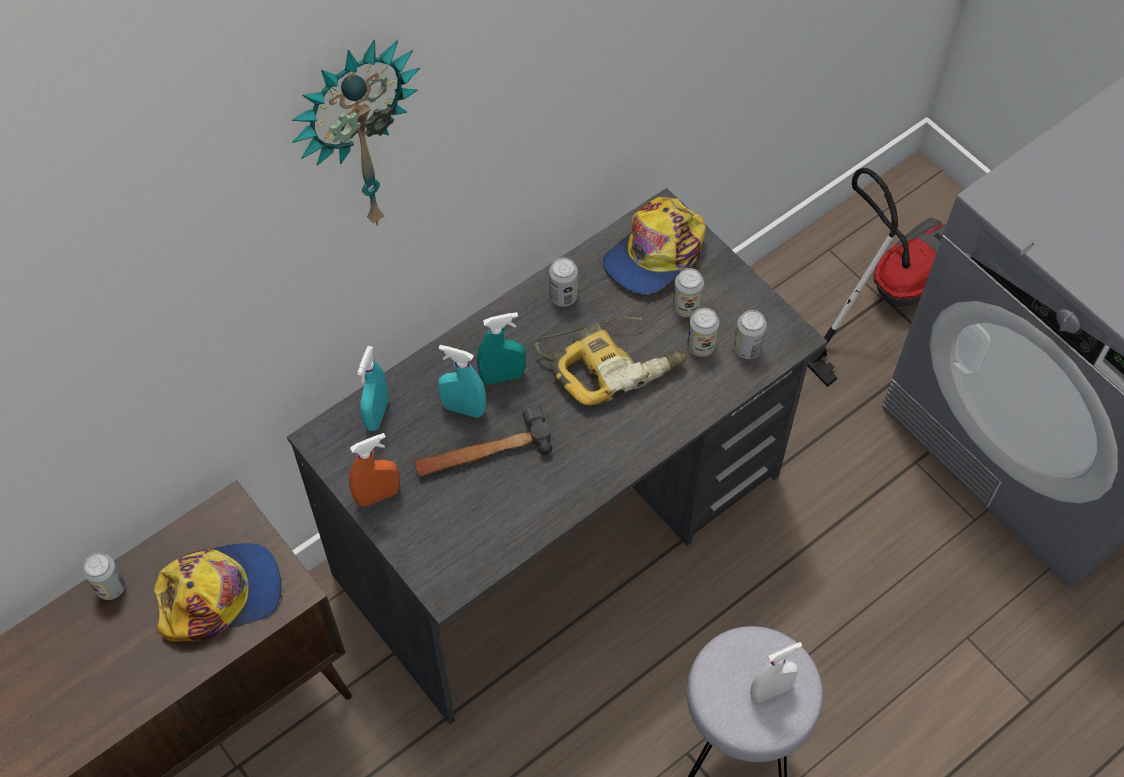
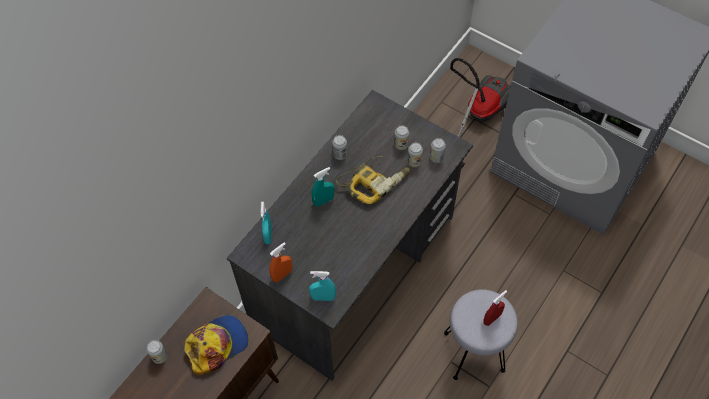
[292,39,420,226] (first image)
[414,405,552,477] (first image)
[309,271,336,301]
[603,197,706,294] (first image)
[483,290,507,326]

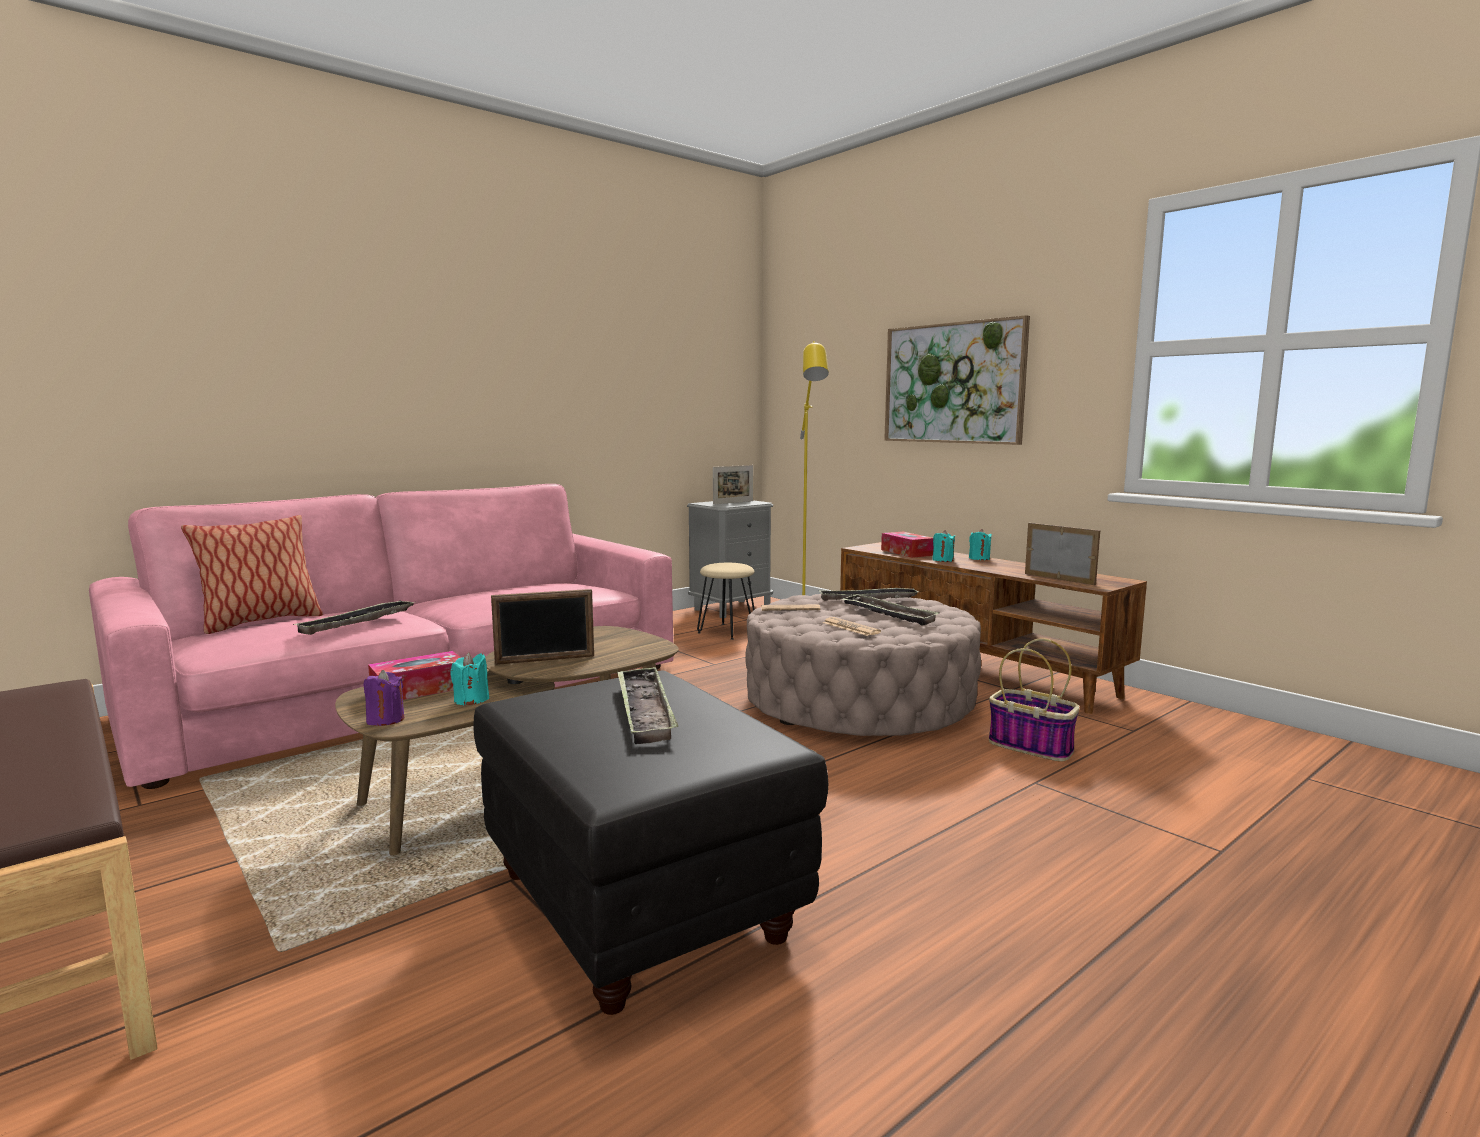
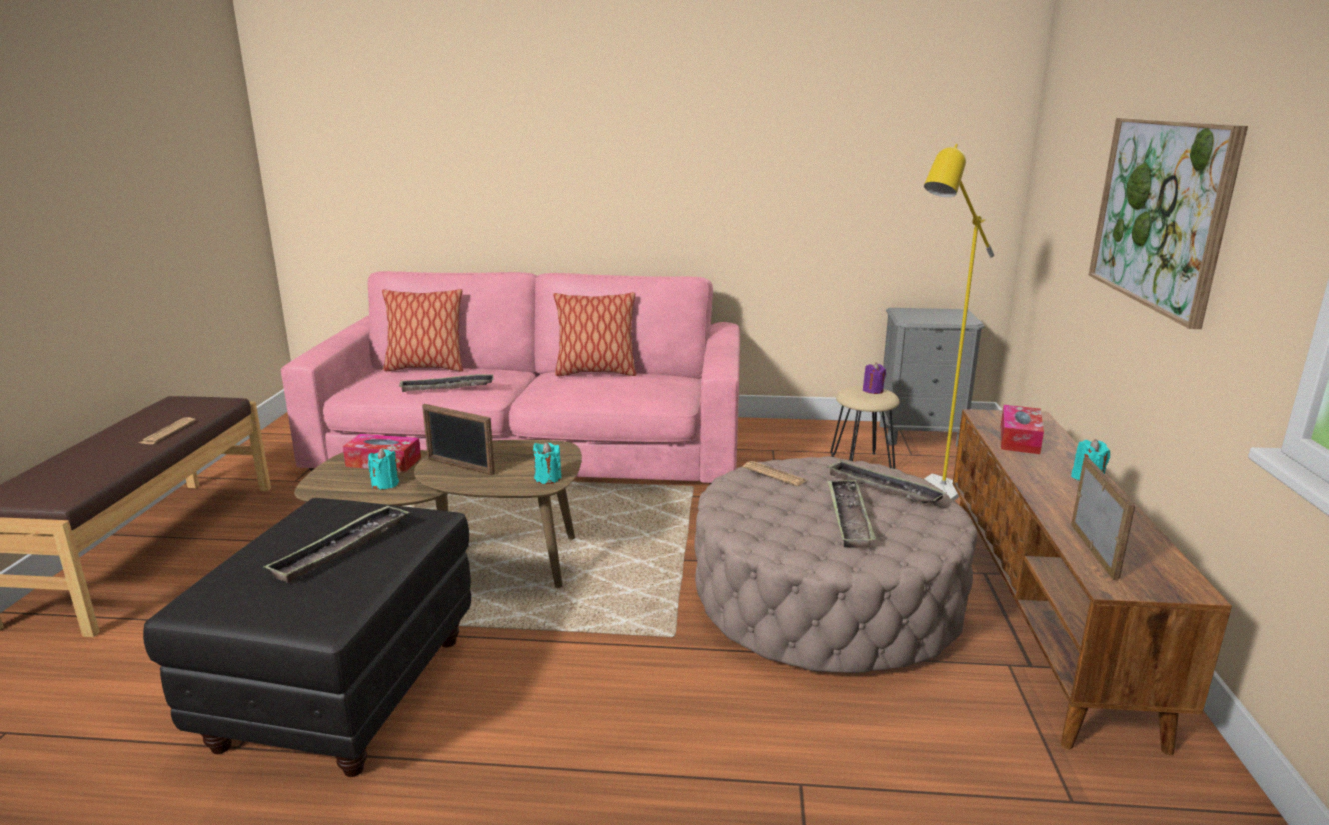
[863,363,886,394]
[713,465,753,505] (first image)
[139,417,196,444]
[533,442,561,484]
[989,638,1080,762] (first image)
[553,292,636,376]

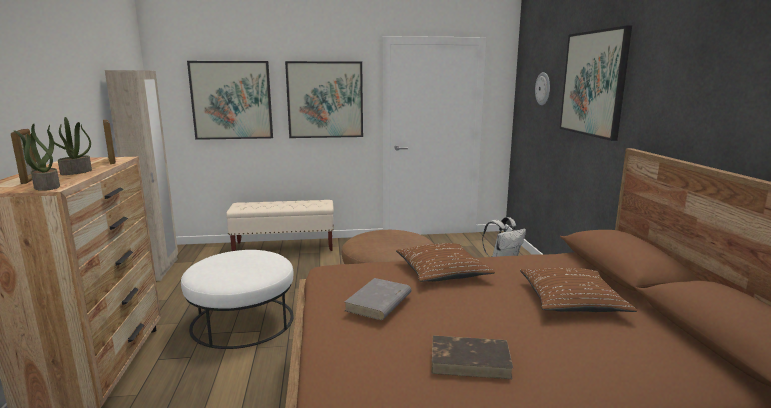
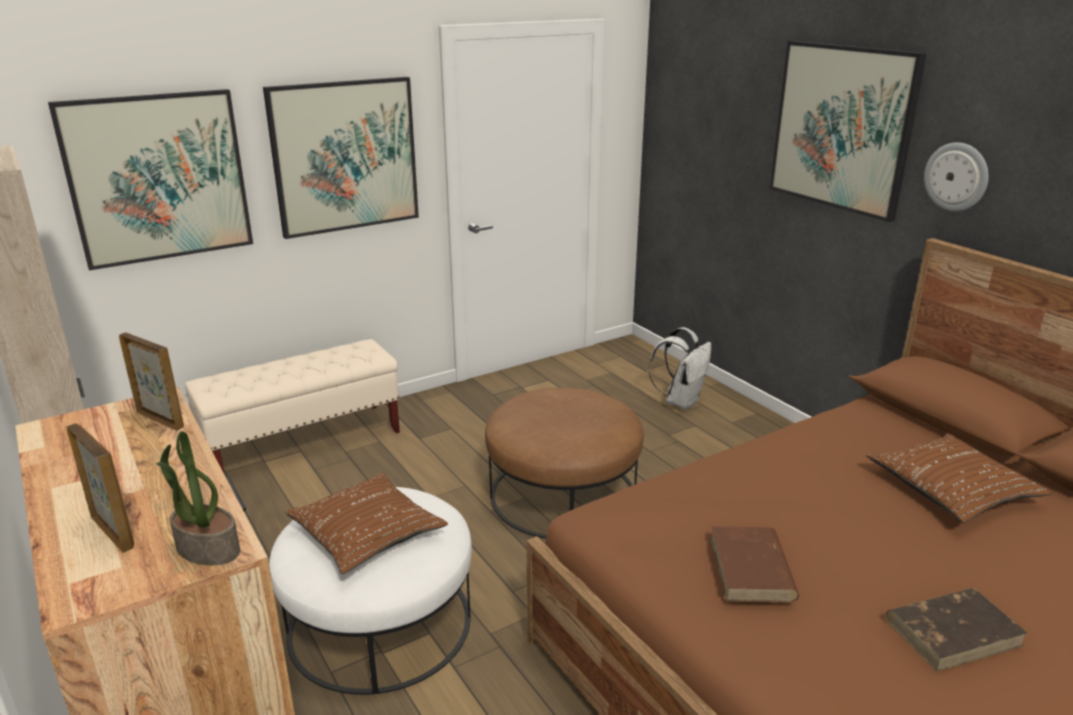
[48,117,92,175] (first image)
[710,526,799,603]
[285,472,448,574]
[924,142,989,211]

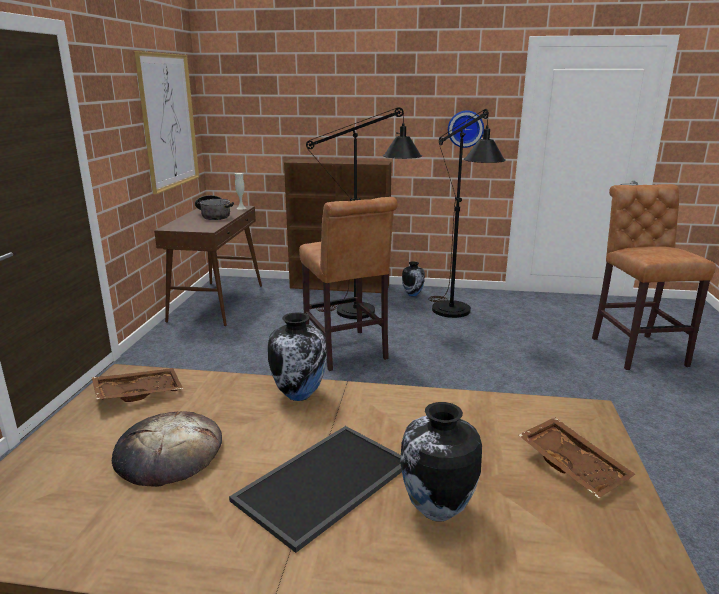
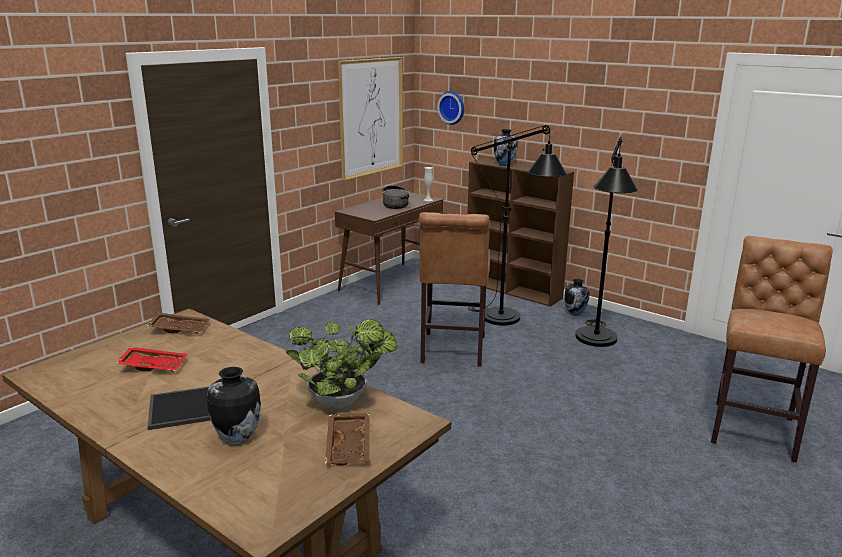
[116,347,187,372]
[494,129,518,166]
[437,91,464,125]
[284,319,398,410]

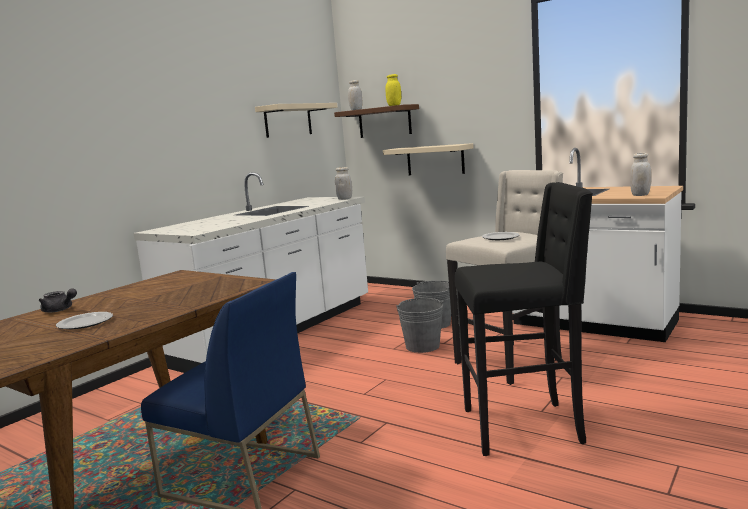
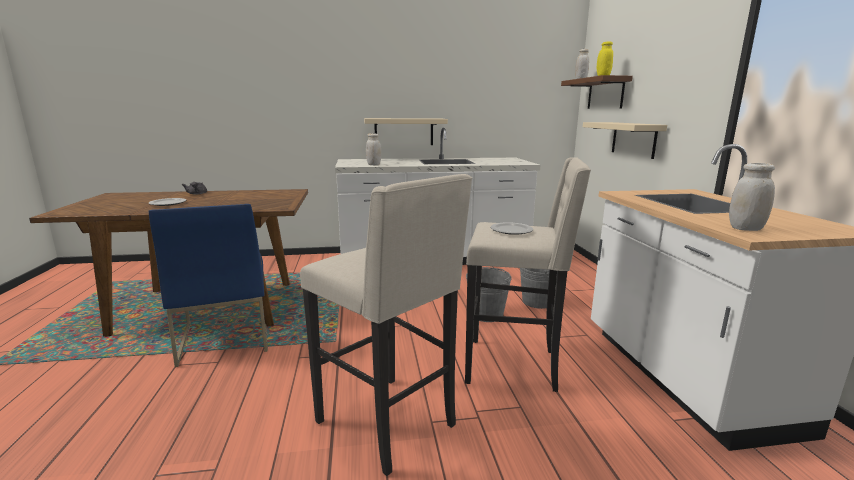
[364,118,448,145]
[366,133,381,165]
[300,174,472,476]

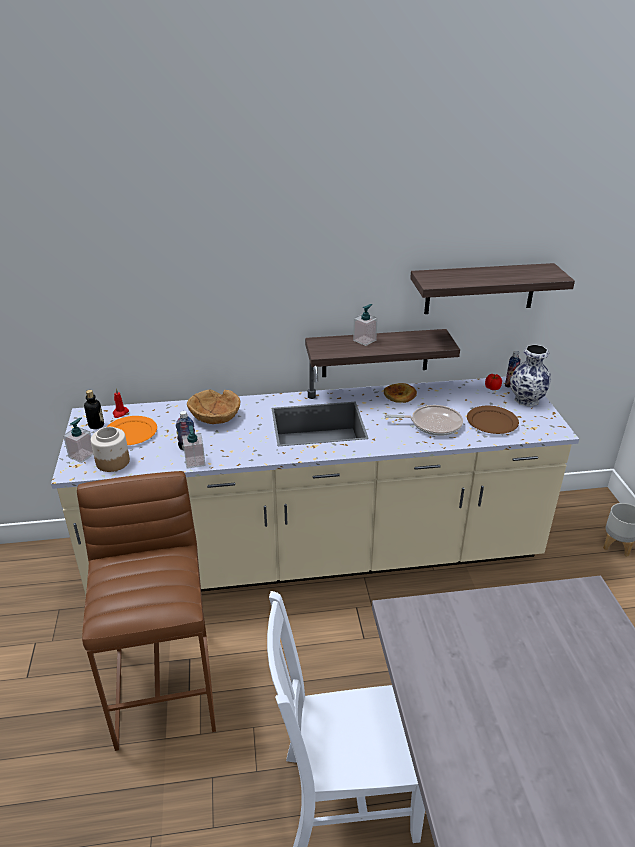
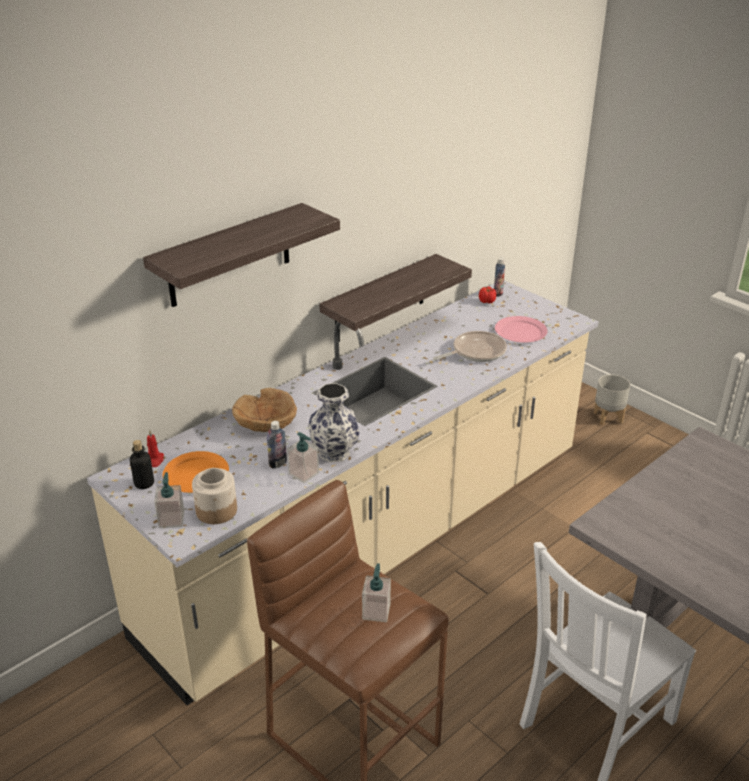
[362,563,391,622]
[384,383,417,403] (first image)
[143,203,340,307]
[495,316,548,343]
[308,383,360,462]

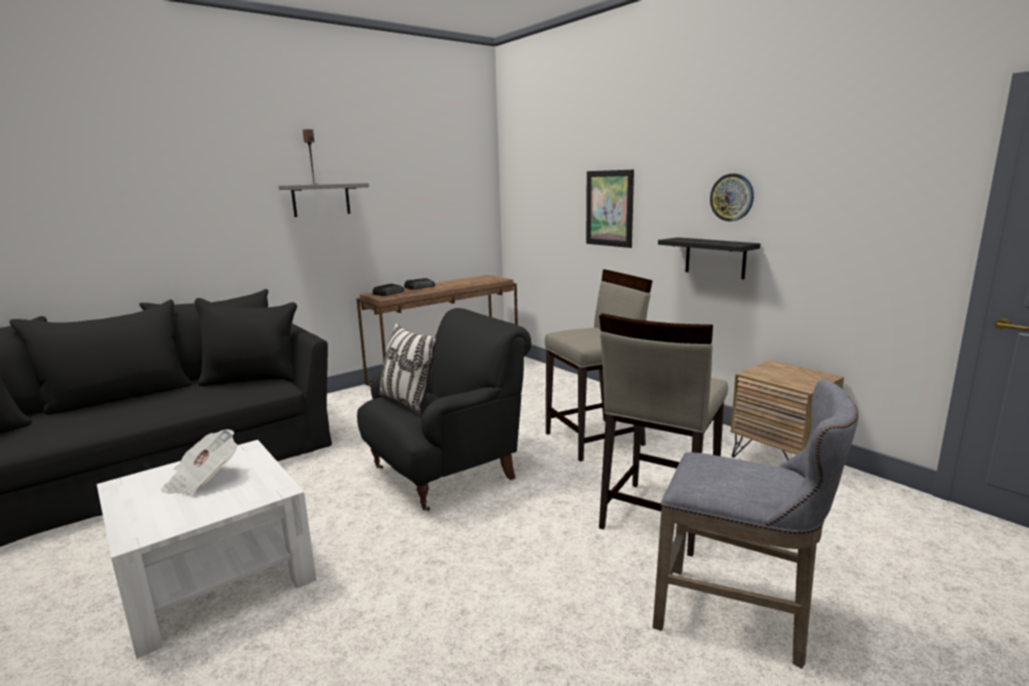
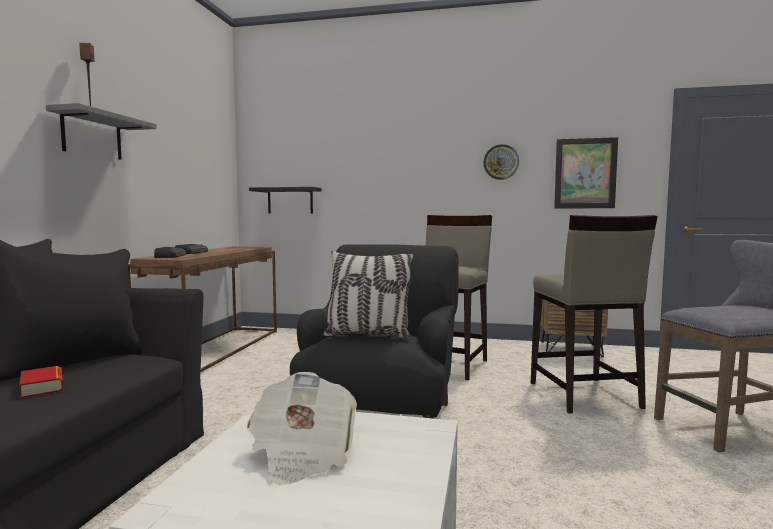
[554,137,618,208]
[249,187,321,214]
[19,366,63,398]

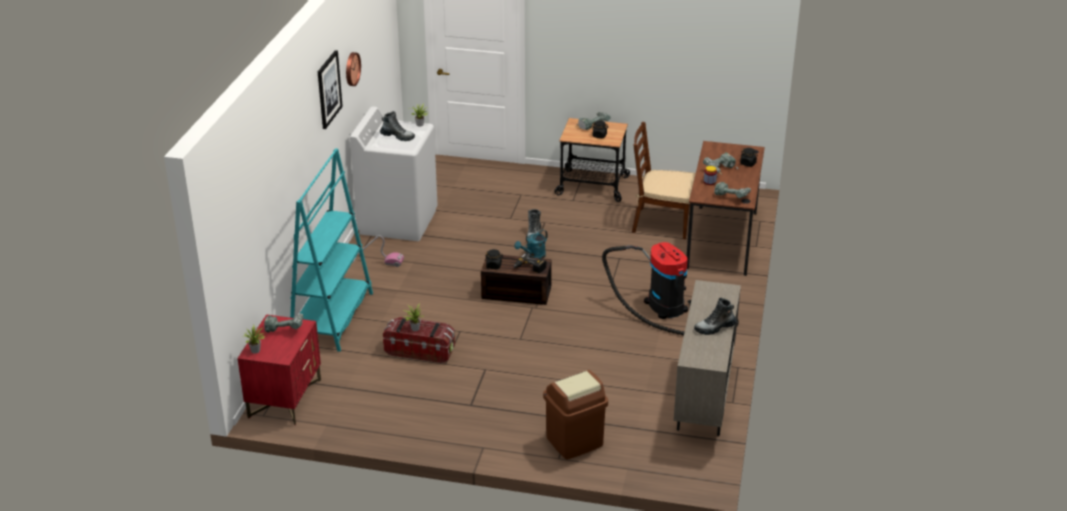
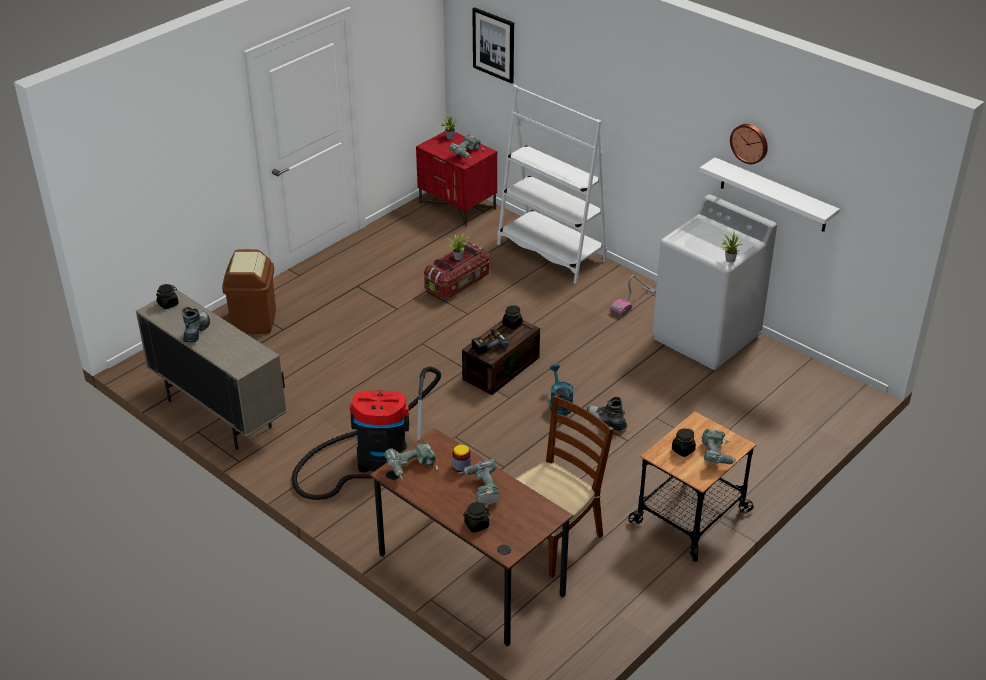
[497,85,607,284]
[472,7,514,84]
[380,111,415,141] (first image)
[156,284,179,309]
[699,157,840,232]

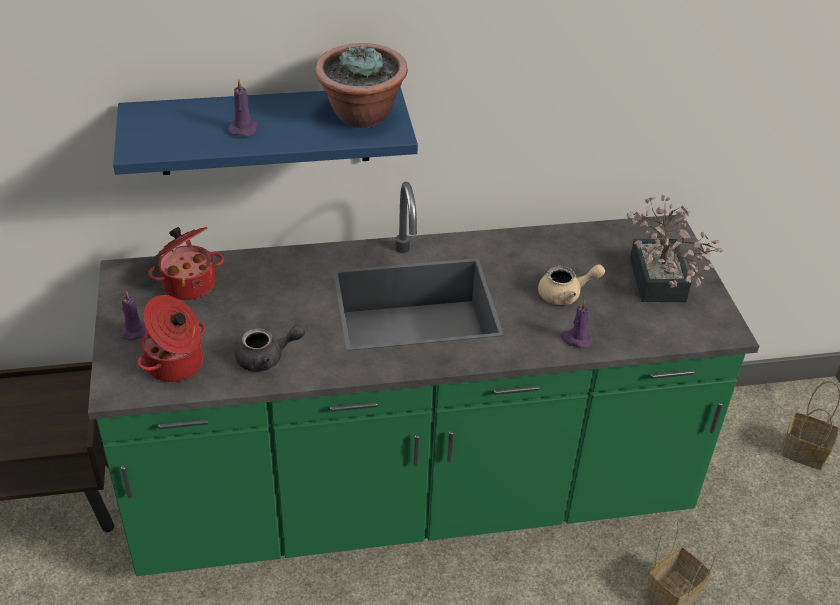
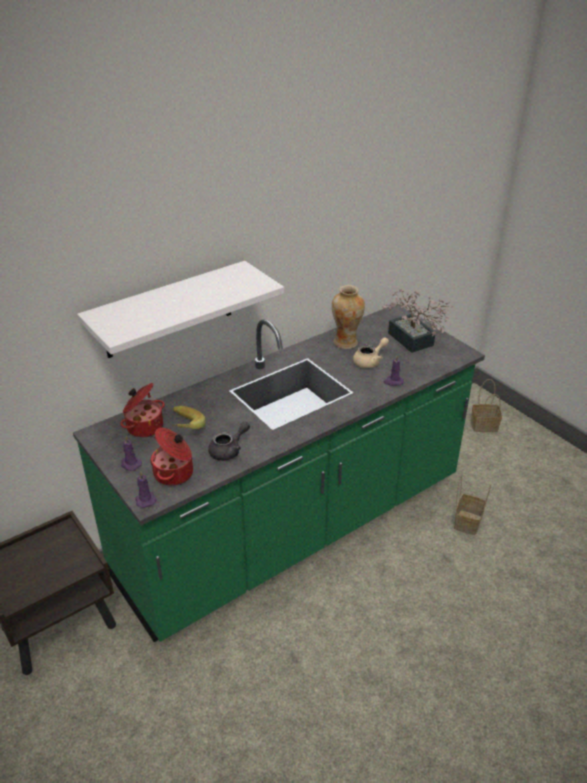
[77,261,284,358]
[135,472,157,508]
[315,43,408,128] (first image)
[172,406,206,429]
[332,285,365,349]

